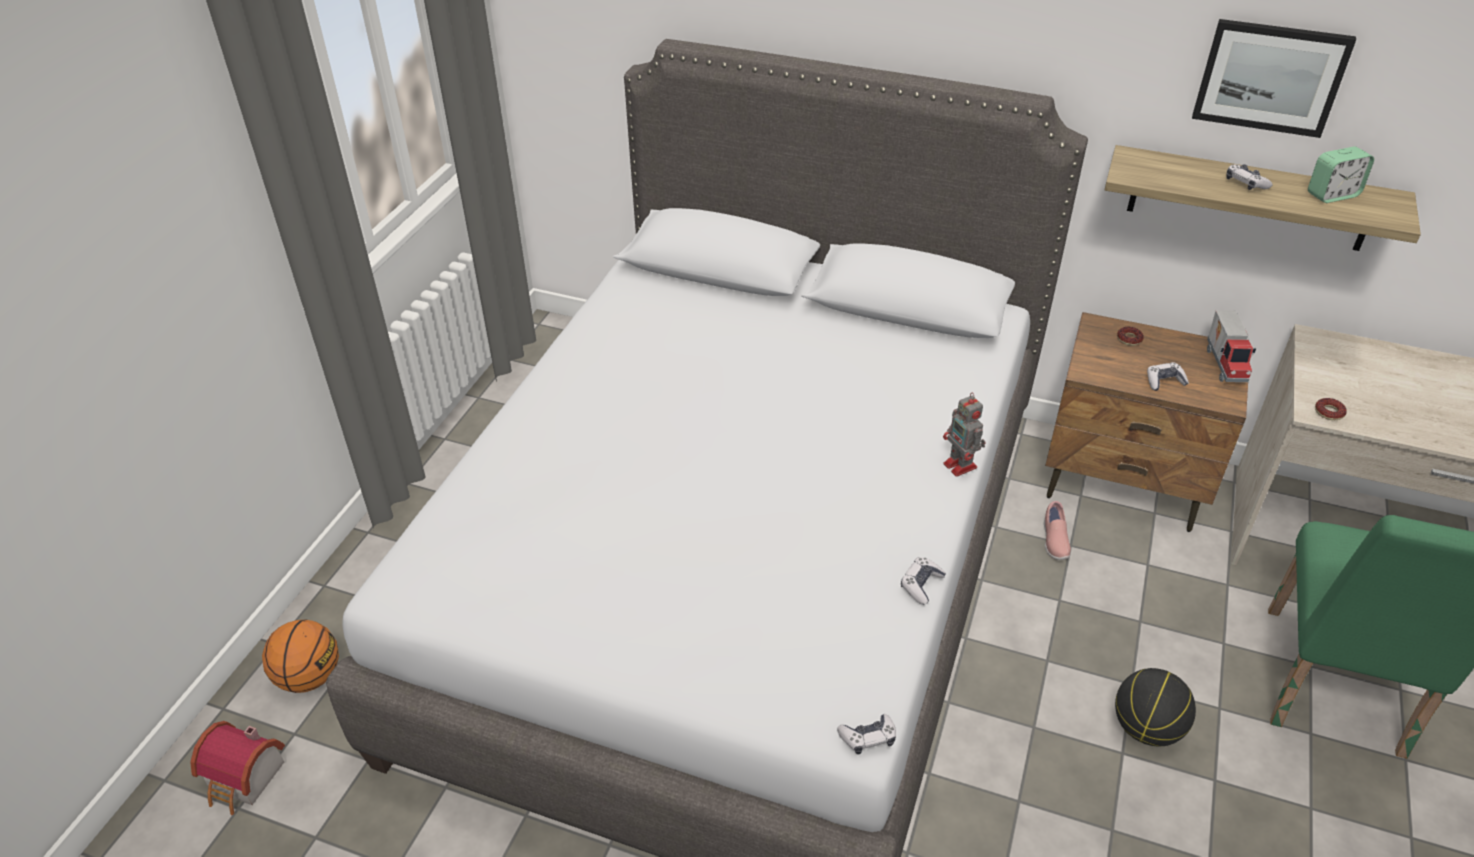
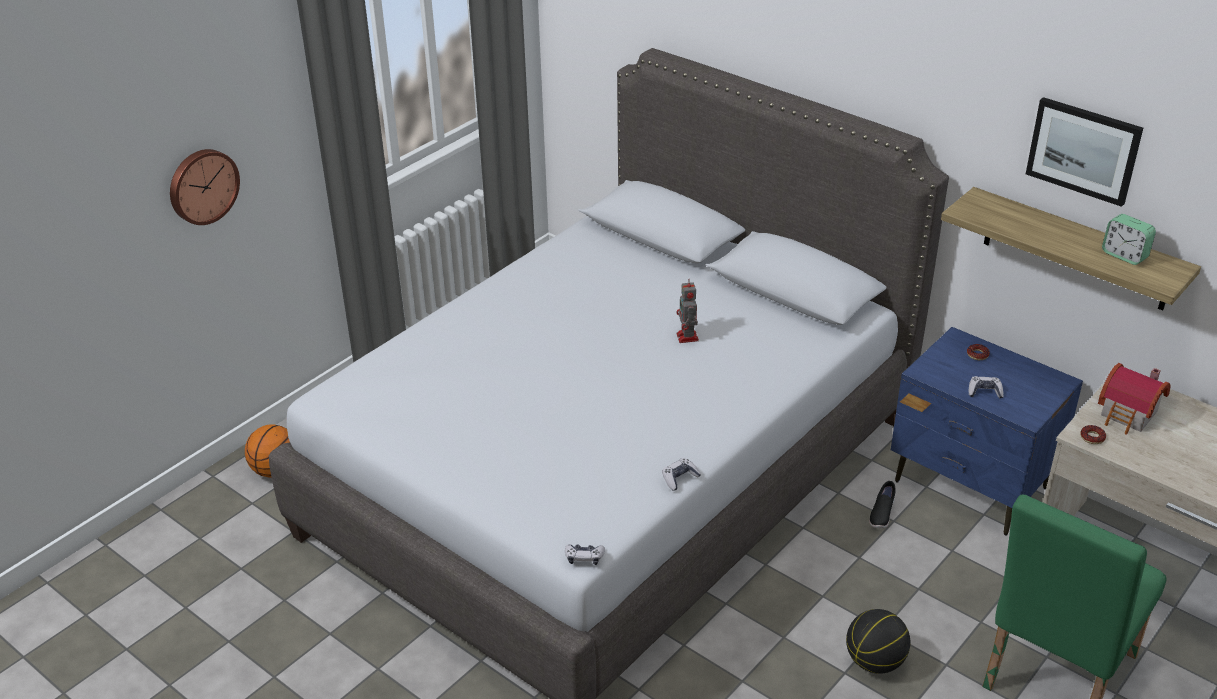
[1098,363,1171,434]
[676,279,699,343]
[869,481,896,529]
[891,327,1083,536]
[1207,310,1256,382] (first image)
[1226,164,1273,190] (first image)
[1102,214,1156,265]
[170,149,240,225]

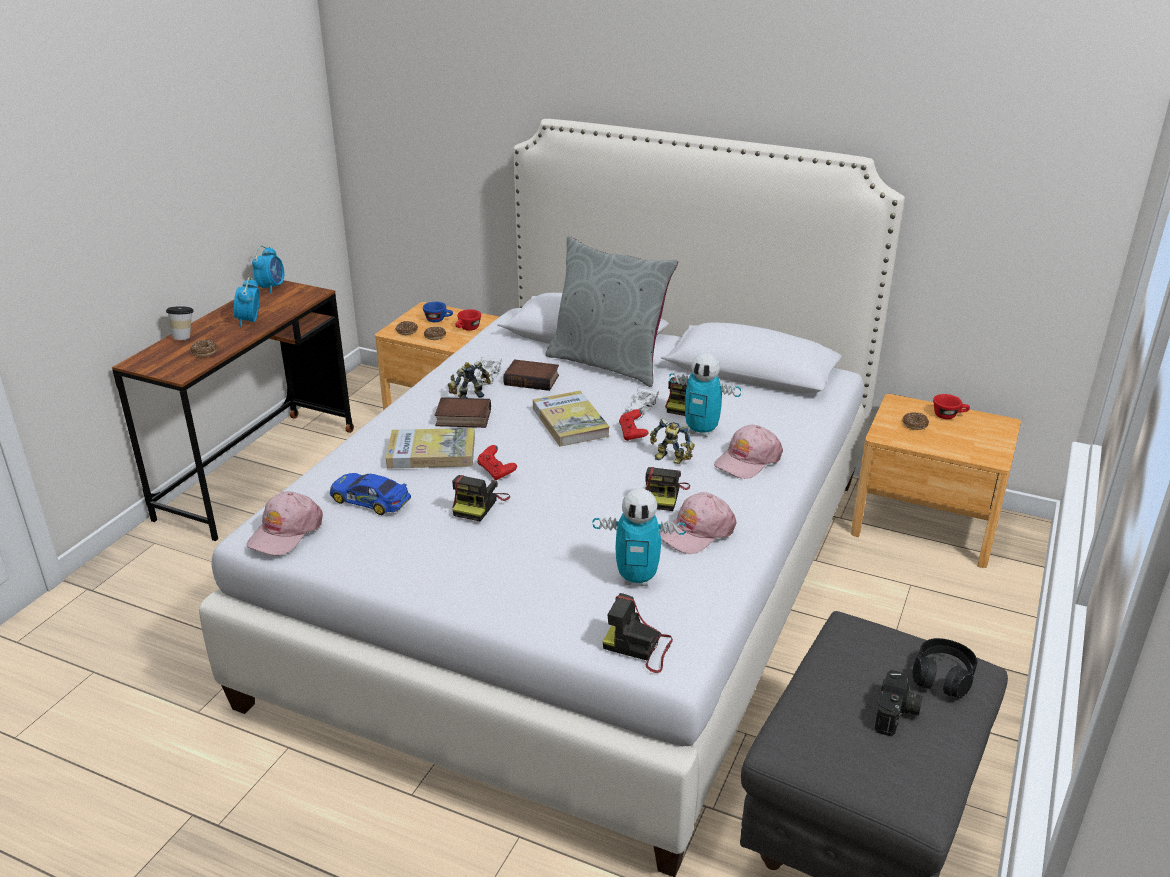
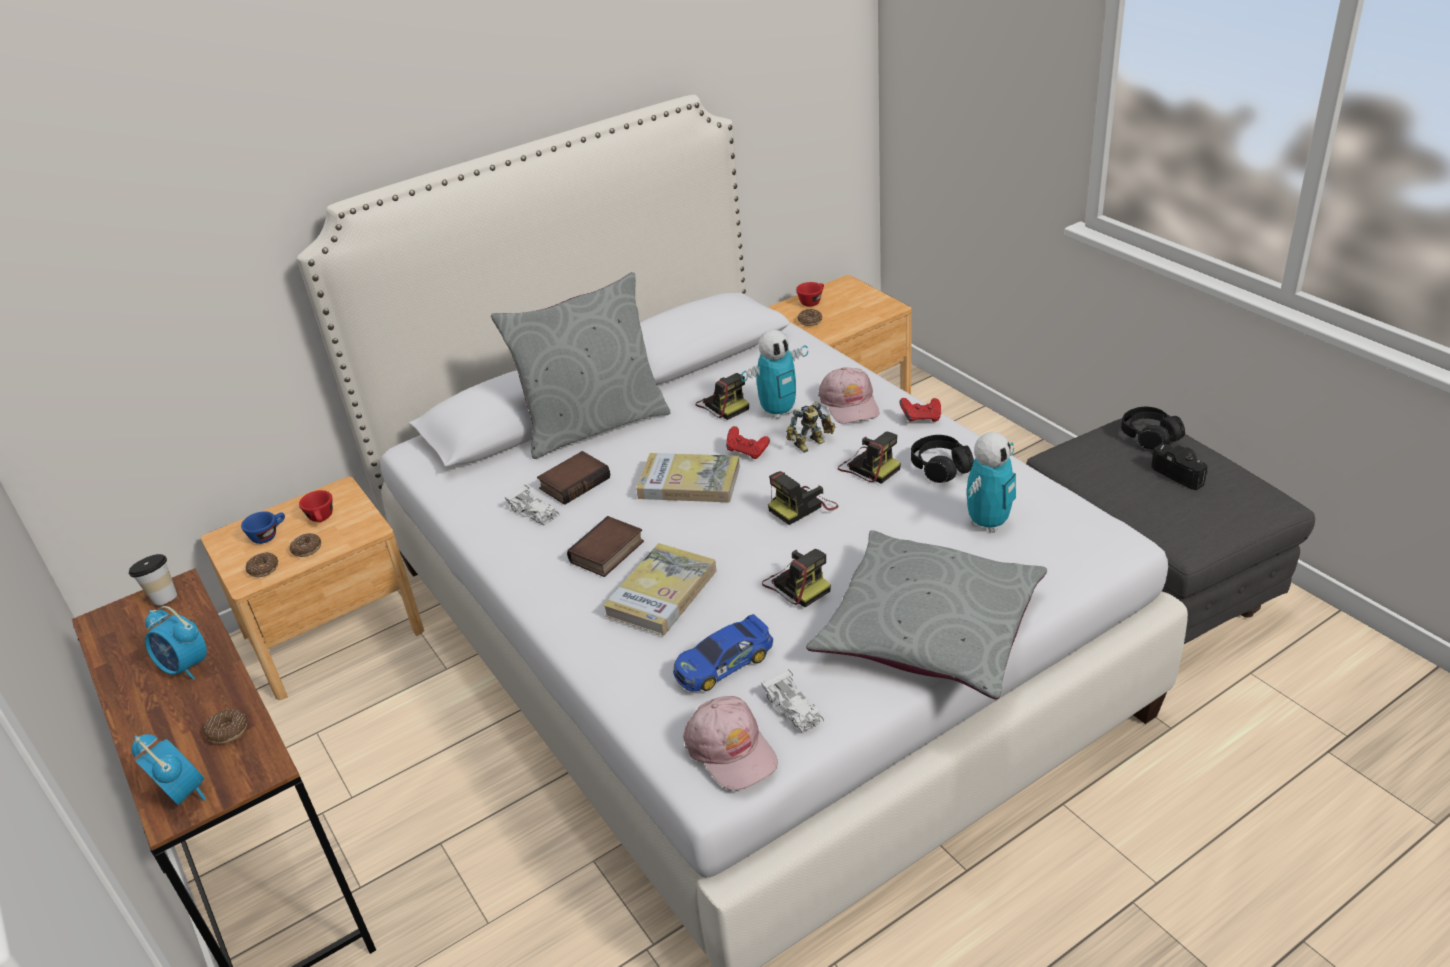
[128,554,177,606]
[132,734,206,805]
[448,361,491,398] (first image)
[899,398,941,422]
[768,471,838,525]
[761,669,824,733]
[911,435,974,483]
[806,530,1047,700]

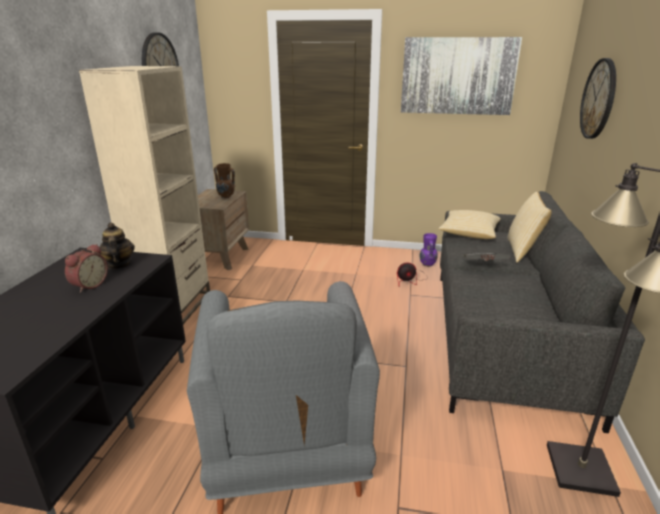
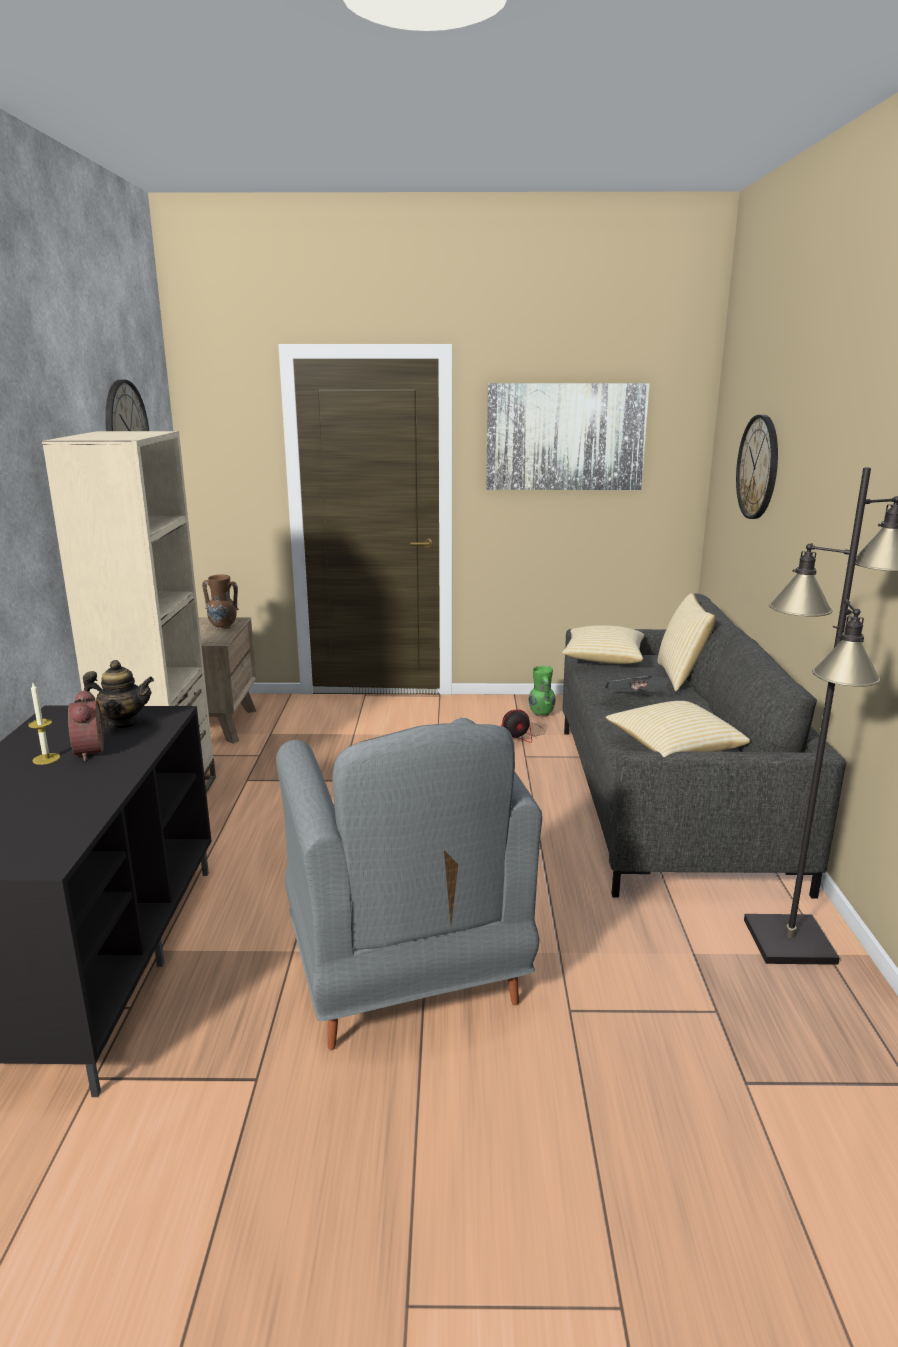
[68,690,109,761]
[83,660,154,728]
[529,666,555,717]
[28,683,60,765]
[606,701,750,757]

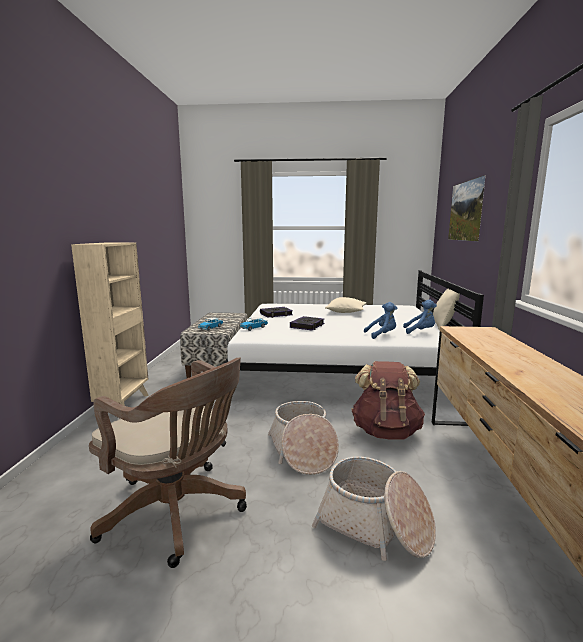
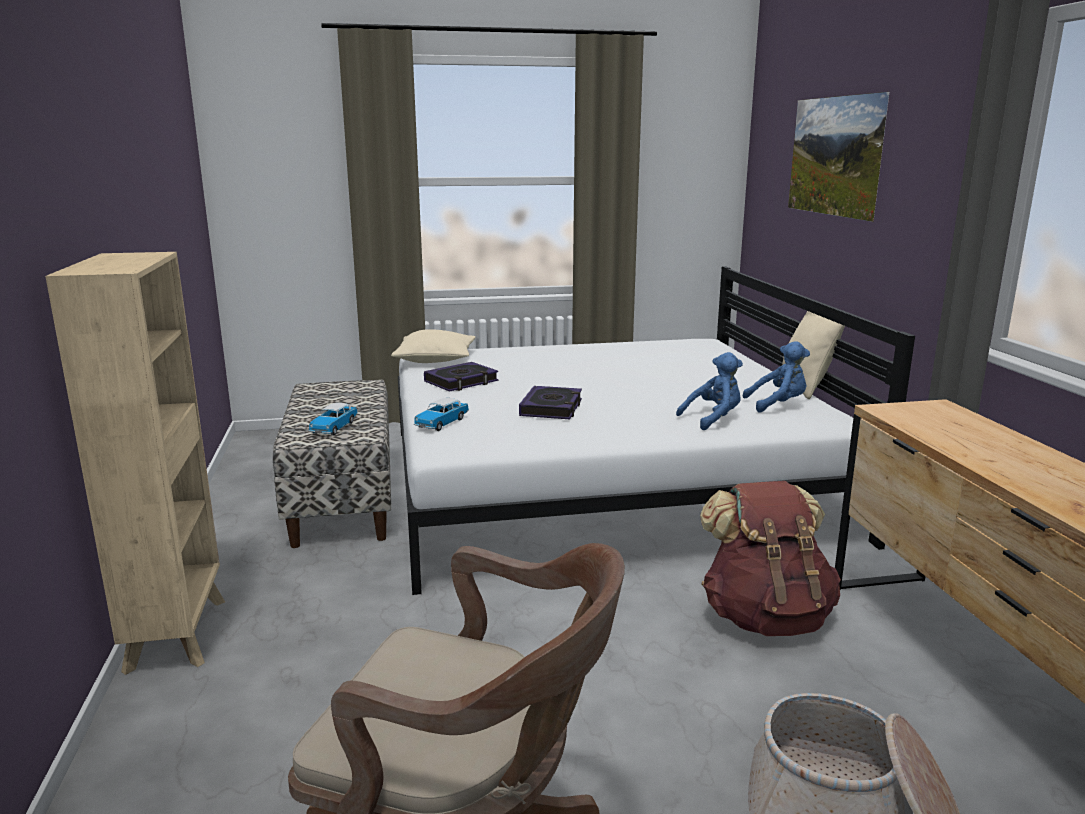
[268,401,339,475] (first image)
[391,329,475,363]

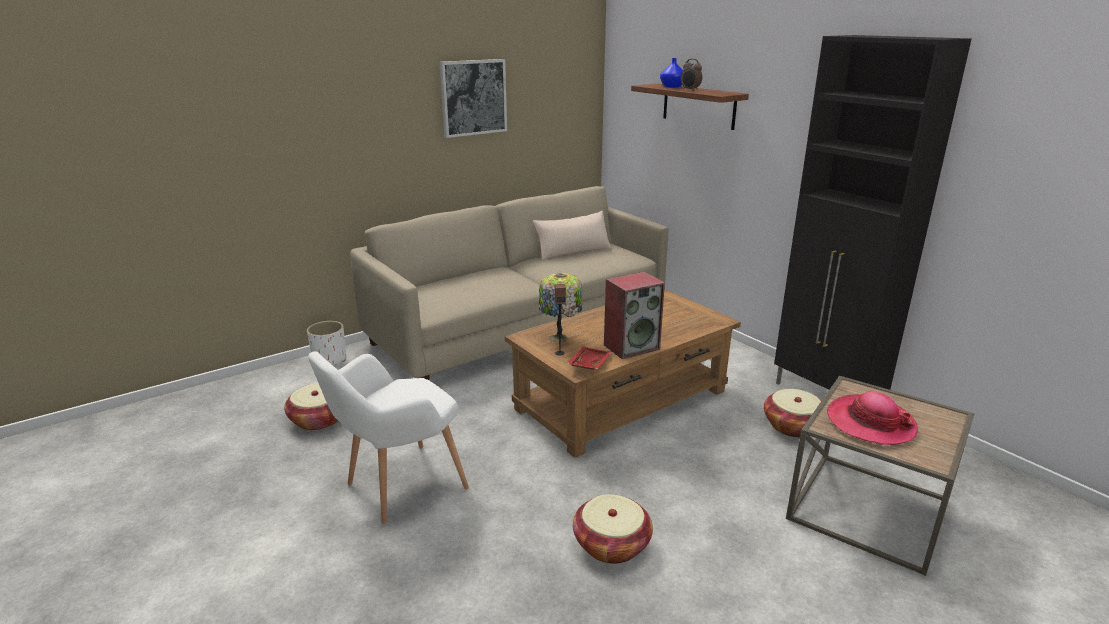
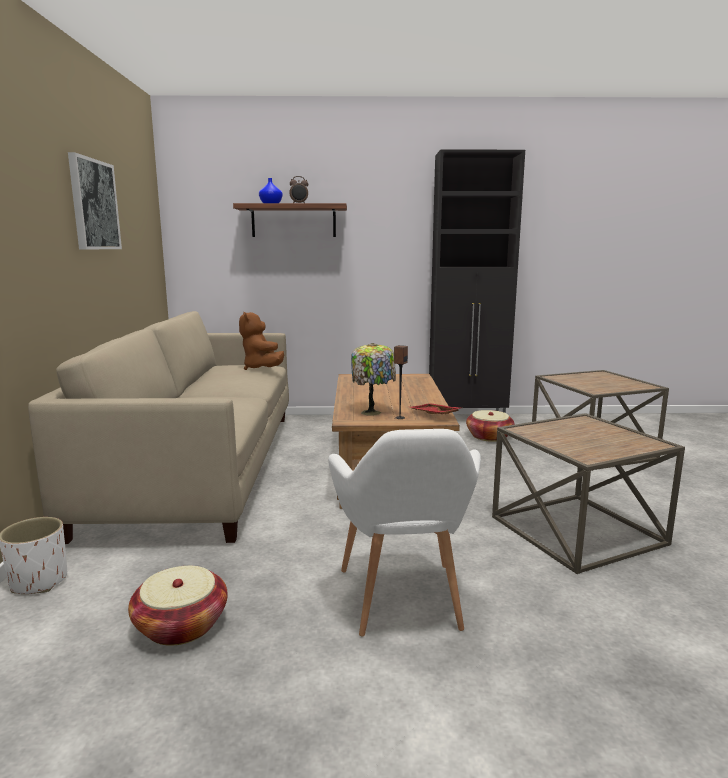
[533,211,612,261] (first image)
[492,413,685,574]
[604,272,665,359] (first image)
[827,392,918,445] (first image)
[239,312,284,370]

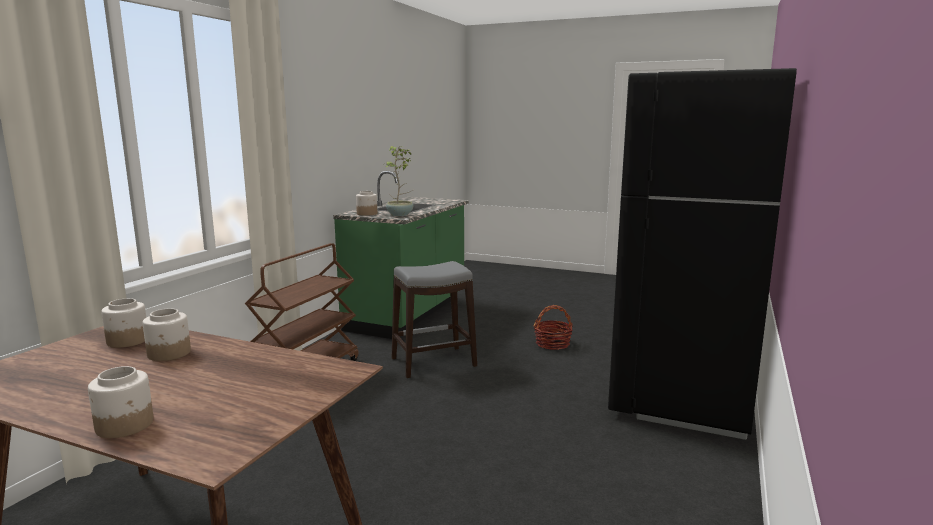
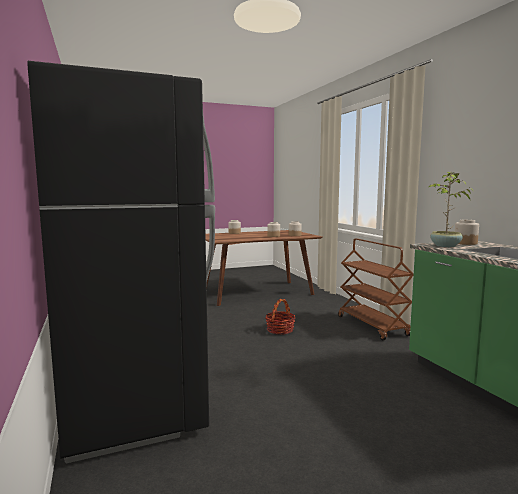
[392,261,477,378] (first image)
[265,299,296,334]

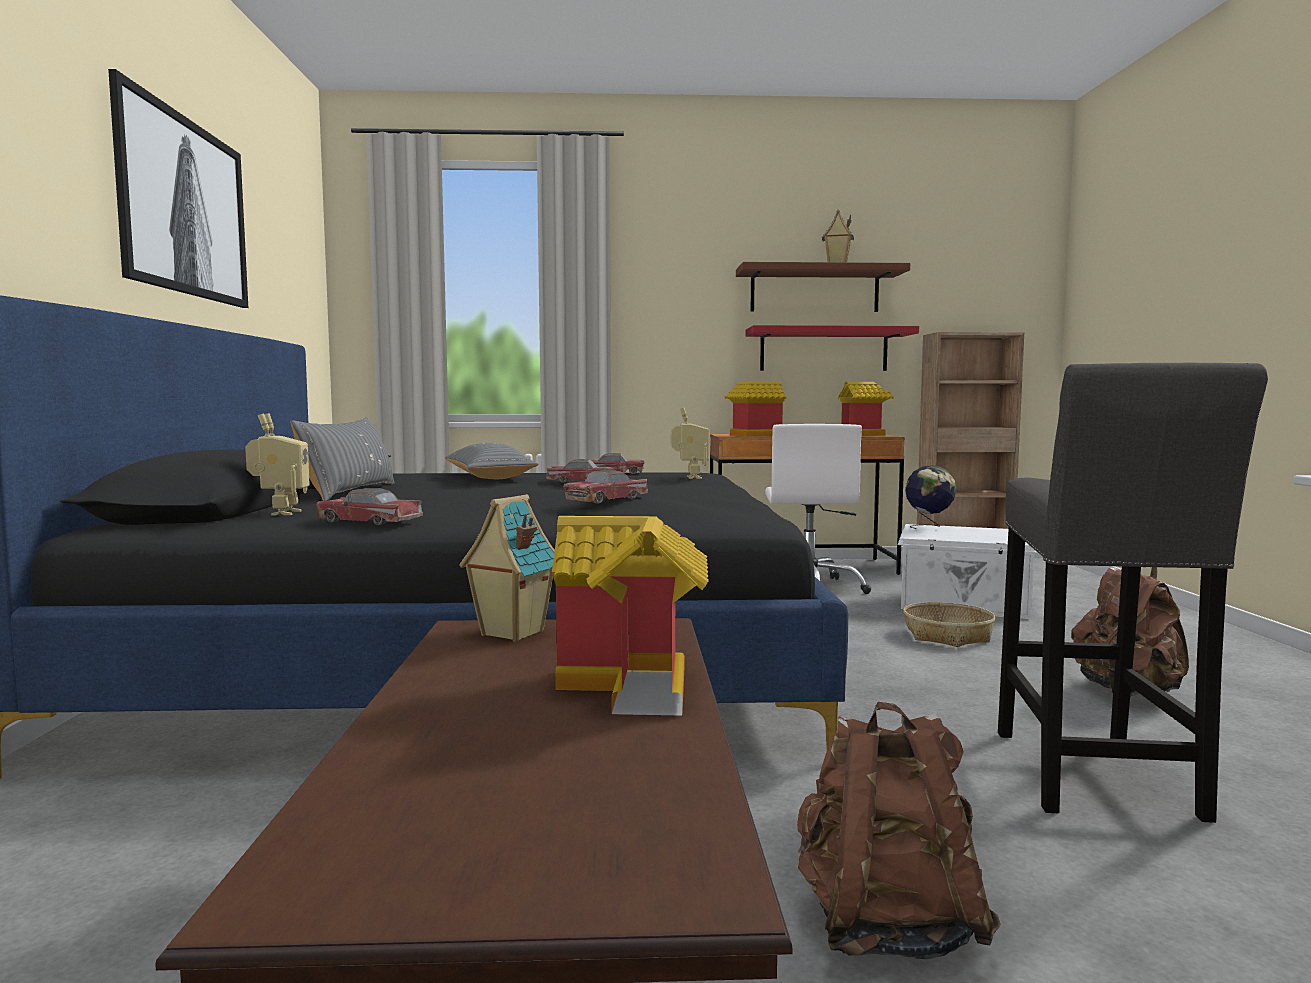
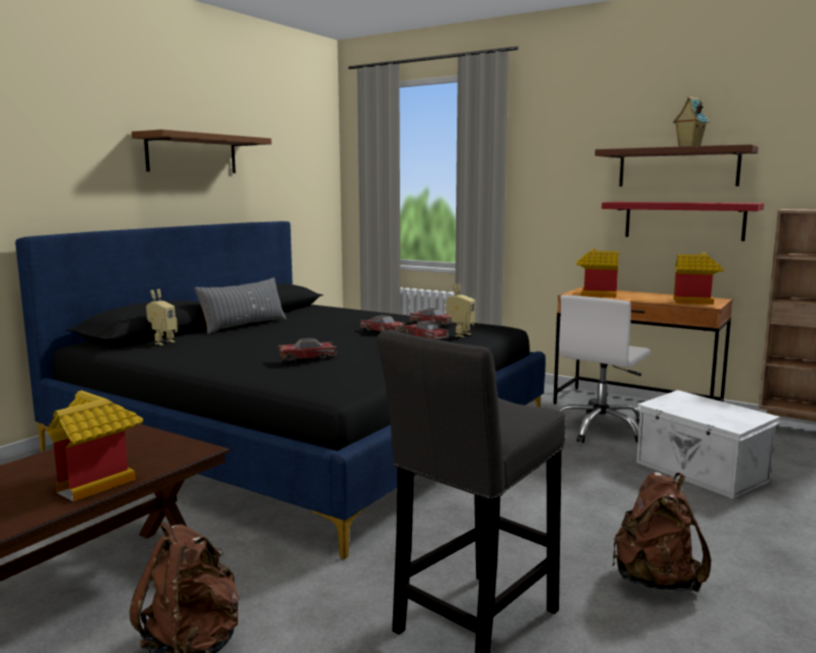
[131,129,272,173]
[406,321,449,340]
[445,443,538,479] (first image)
[459,494,555,642] (first image)
[903,602,995,647] (first image)
[905,465,957,529] (first image)

